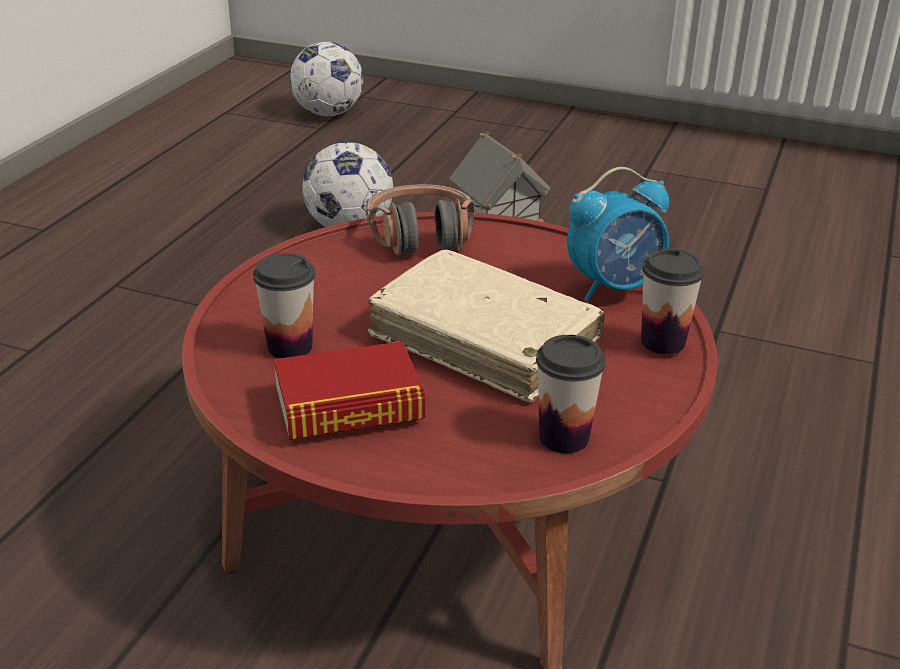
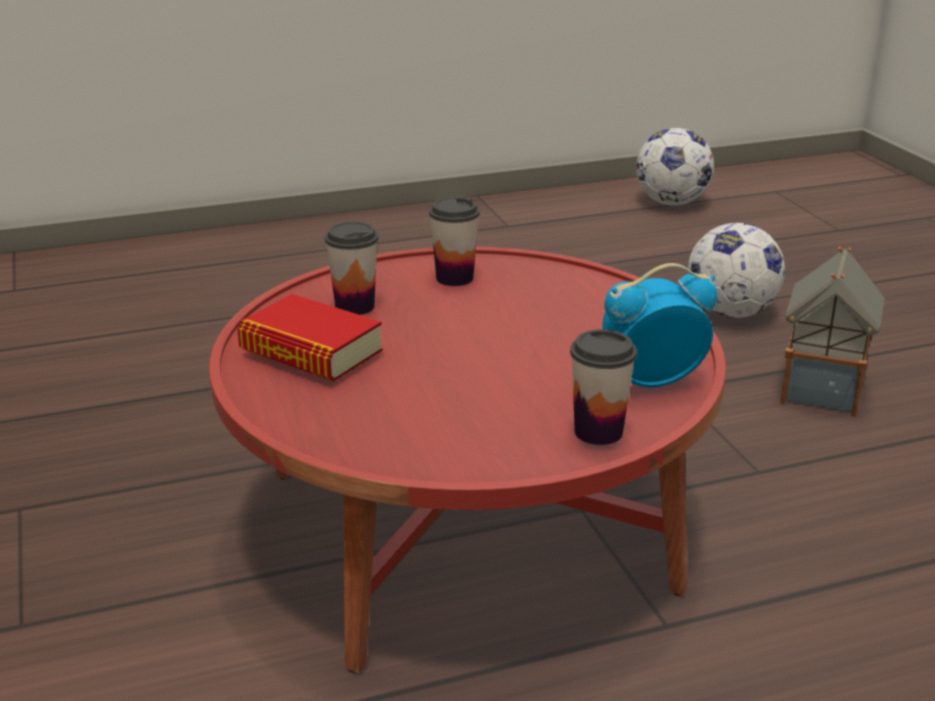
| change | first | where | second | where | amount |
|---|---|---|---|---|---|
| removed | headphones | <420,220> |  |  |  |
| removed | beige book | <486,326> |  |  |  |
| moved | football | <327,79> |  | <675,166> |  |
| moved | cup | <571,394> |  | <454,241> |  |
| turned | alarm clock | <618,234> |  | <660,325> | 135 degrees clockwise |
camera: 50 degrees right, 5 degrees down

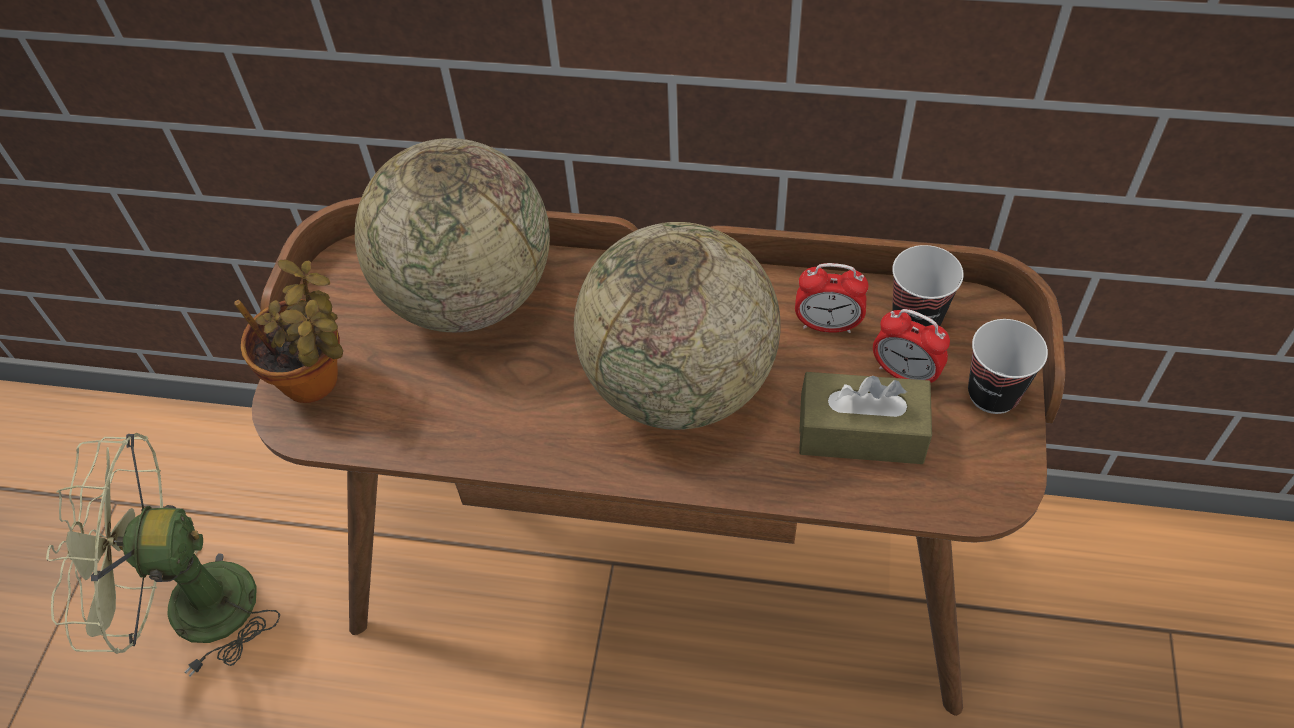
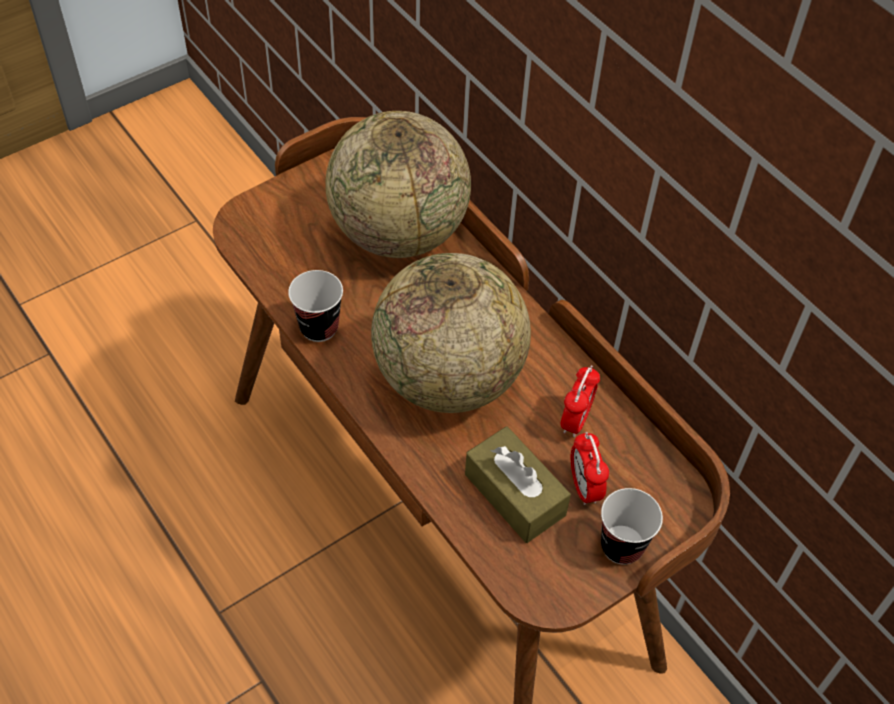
| change | first | where | second | where | amount |
|---|---|---|---|---|---|
| removed | green fan | <163,555> |  |  |  |
| removed | potted plant | <289,331> |  |  |  |
| moved | cup | <928,285> |  | <315,306> |  |
| turned | alarm clock | <831,298> |  | <580,401> | 120 degrees counterclockwise |
camera: 40 degrees right, 0 degrees up

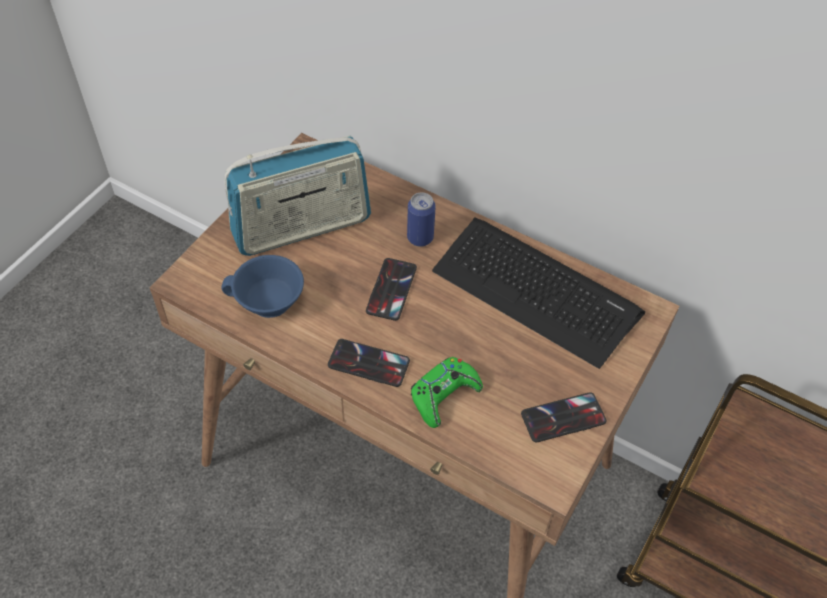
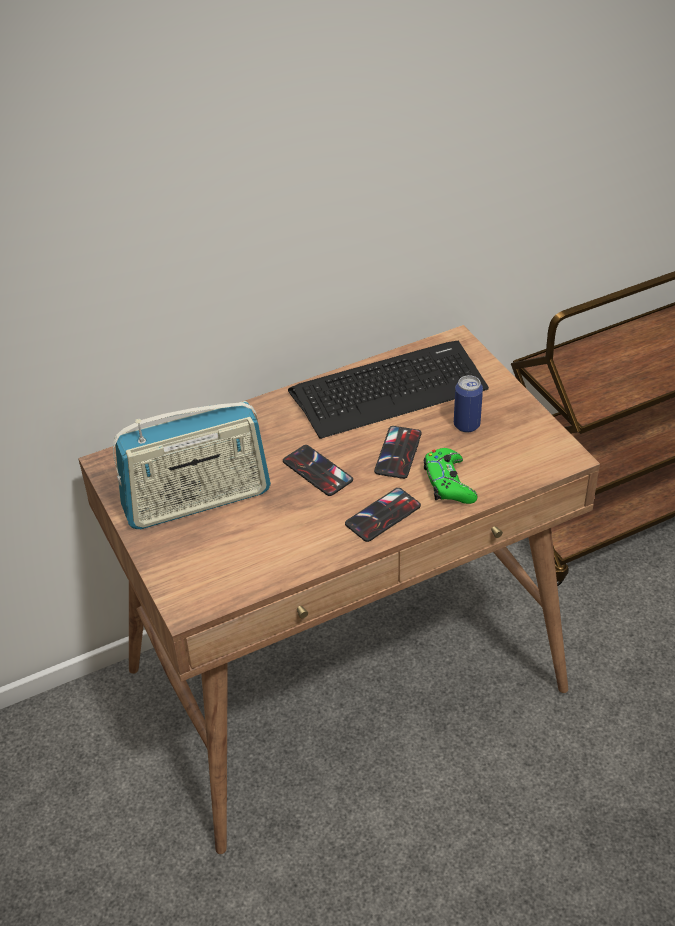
| change | first | where | second | where | amount |
|---|---|---|---|---|---|
| removed | blue cup | <262,286> |  |  |  |
| moved | can | <421,219> |  | <468,404> |  |
| moved | phone | <563,417> |  | <397,452> |  |
| turned | radio | <297,196> |  | <192,465> | 60 degrees clockwise |
camera: 55 degrees left, 10 degrees down

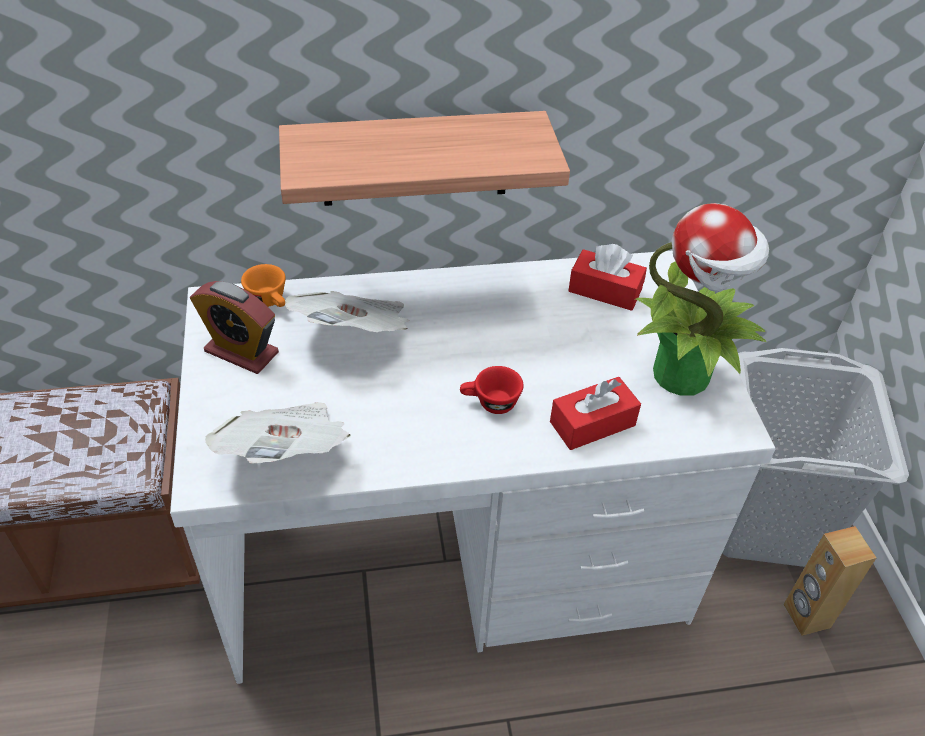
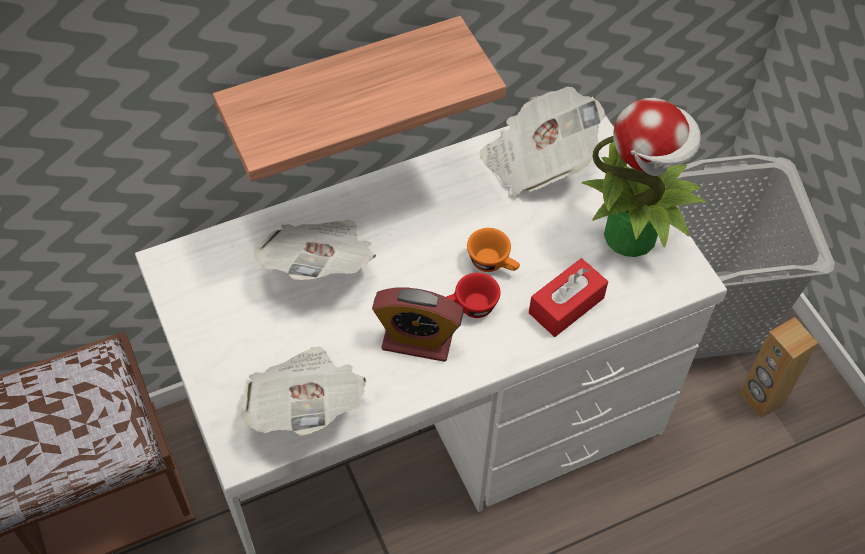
| change | first | where | second | where | amount |
|---|---|---|---|---|---|
| moved | alarm clock | <234,327> |  | <418,325> |  |
| moved | orange cup | <263,285> |  | <493,250> |  |
| replaced | red tissue box | <607,277> | newspaper | <542,141> |  |
camera: 15 degrees left, 10 degrees up

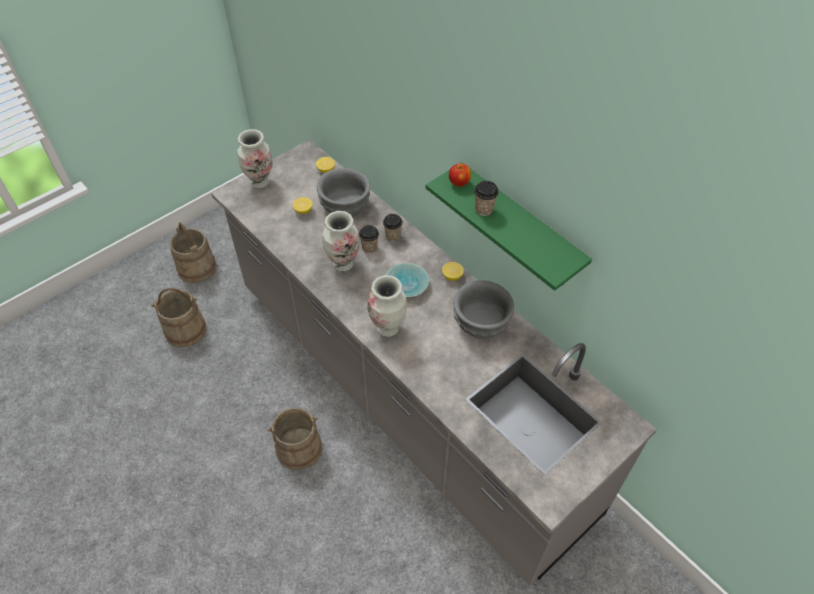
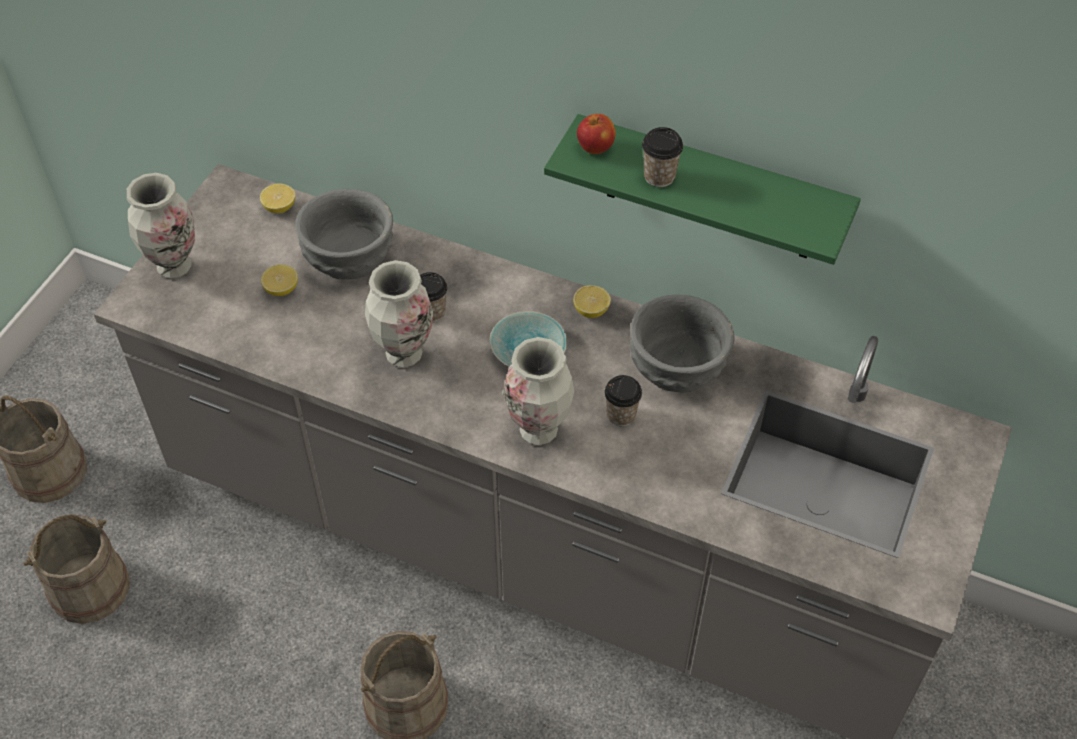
| change | first | where | second | where | amount |
|---|---|---|---|---|---|
| moved | cup | <393,228> |  | <623,400> |  |
camera: 25 degrees left, 0 degrees up

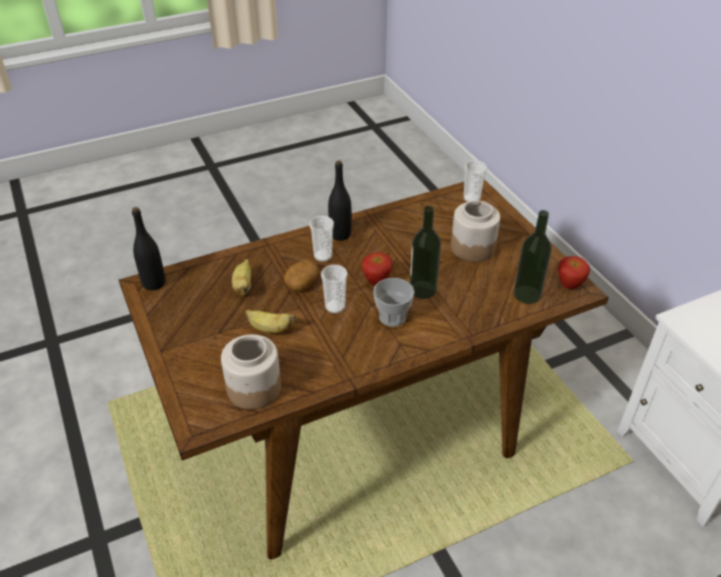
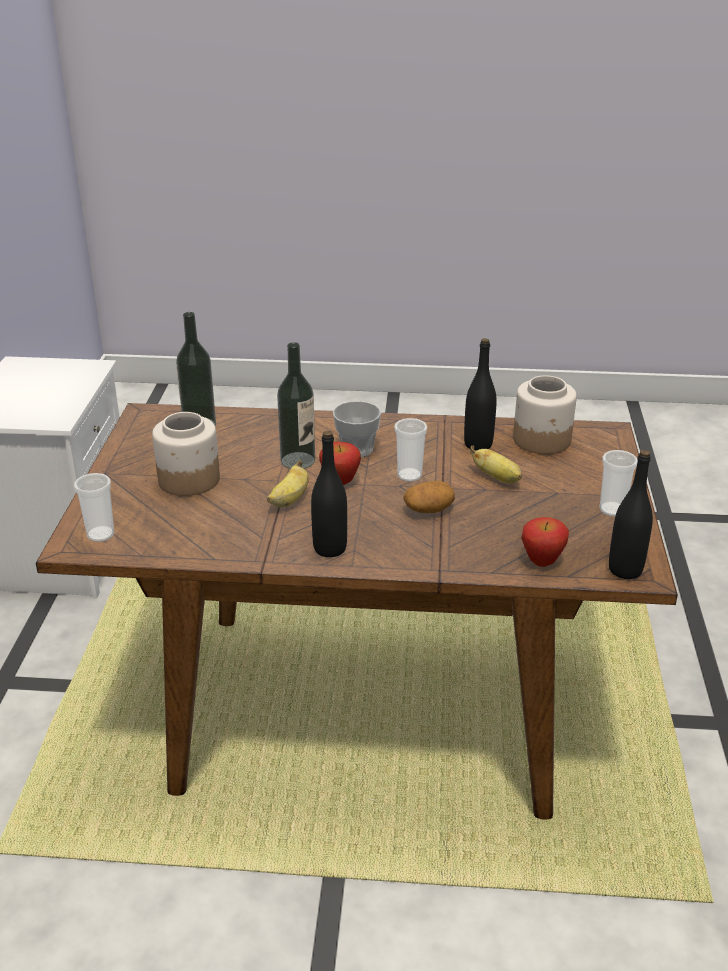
| change | first | where | second | where | amount |
|---|---|---|---|---|---|
| added |  |  | black bottle | <480,394> |  |
| moved | banana | <241,277> |  | <288,483> |  |
| moved | cup | <321,239> |  | <618,483> |  |
| moved | apple | <574,272> |  | <545,542> |  |
camera: 150 degrees left, 10 degrees down

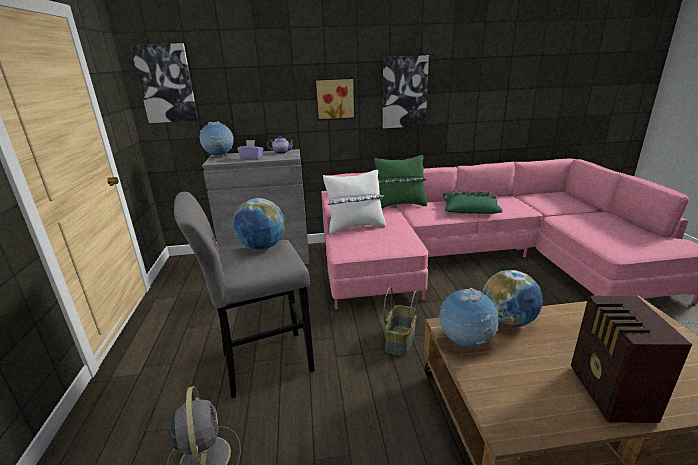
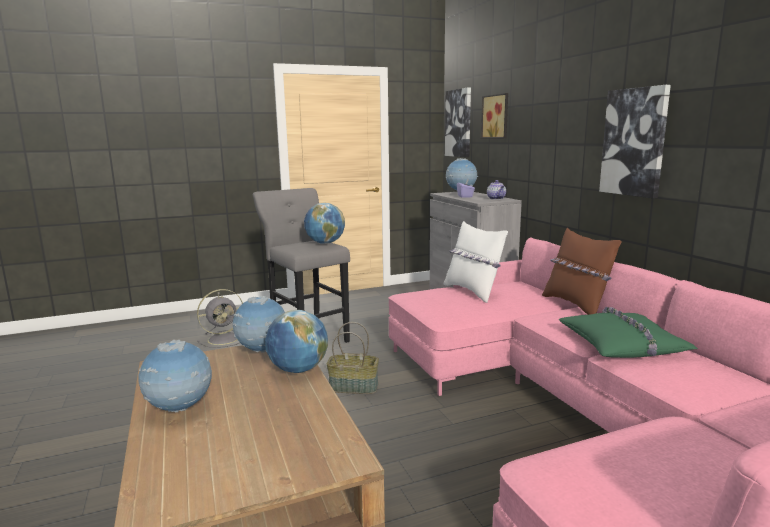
| change | first | where | second | where | amount |
|---|---|---|---|---|---|
| moved | picture | <335,99> |  | <494,116> |  |
| replaced | radio | <631,359> | globe | <175,376> |  |
| recoloured | green pillow | <400,181> | brown pillow | <582,271> |  |
camera: 75 degrees right, 10 degrees down

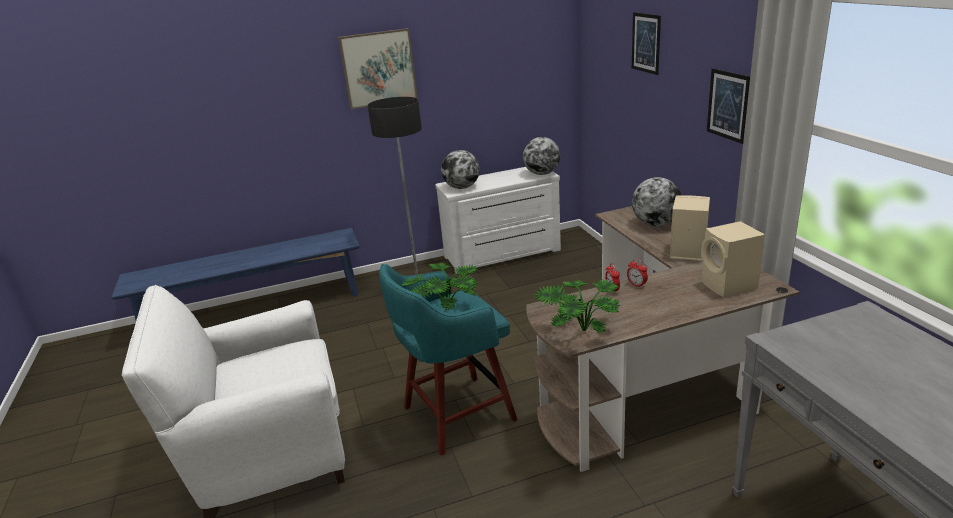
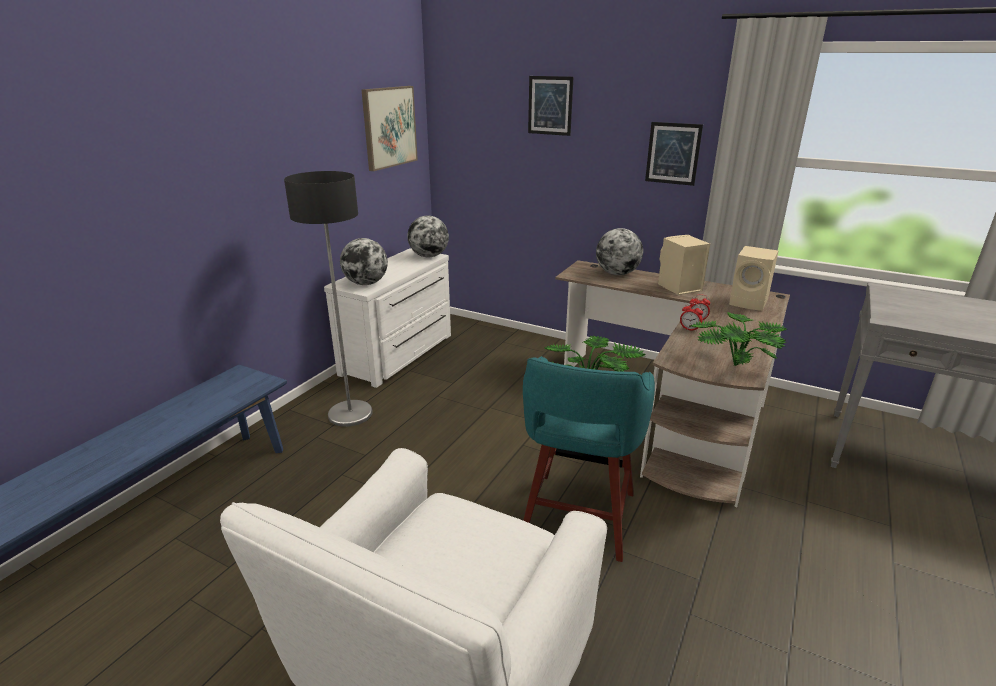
| change | first | where | second | where | amount |
|---|---|---|---|---|---|
| moved | picture | <378,68> |  | <390,128> |  |
camera: 45 degrees left, 0 degrees up

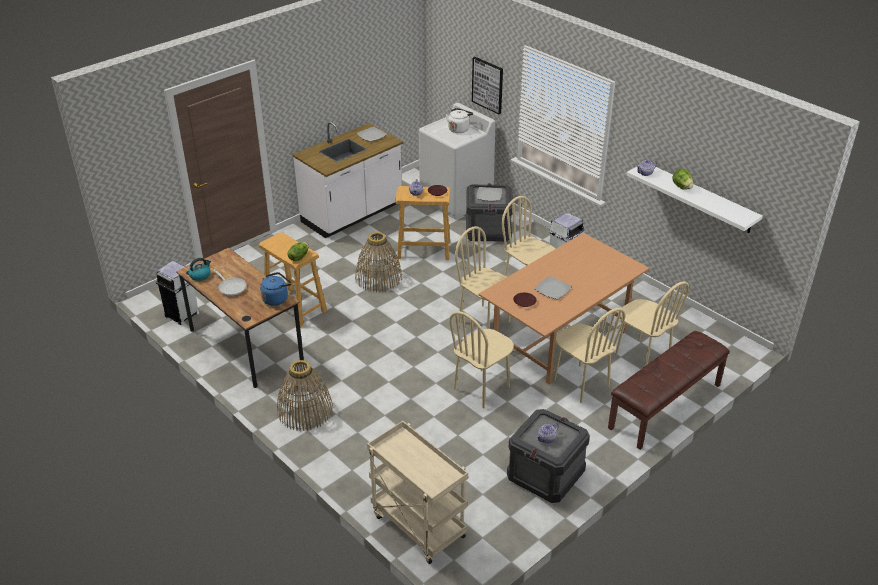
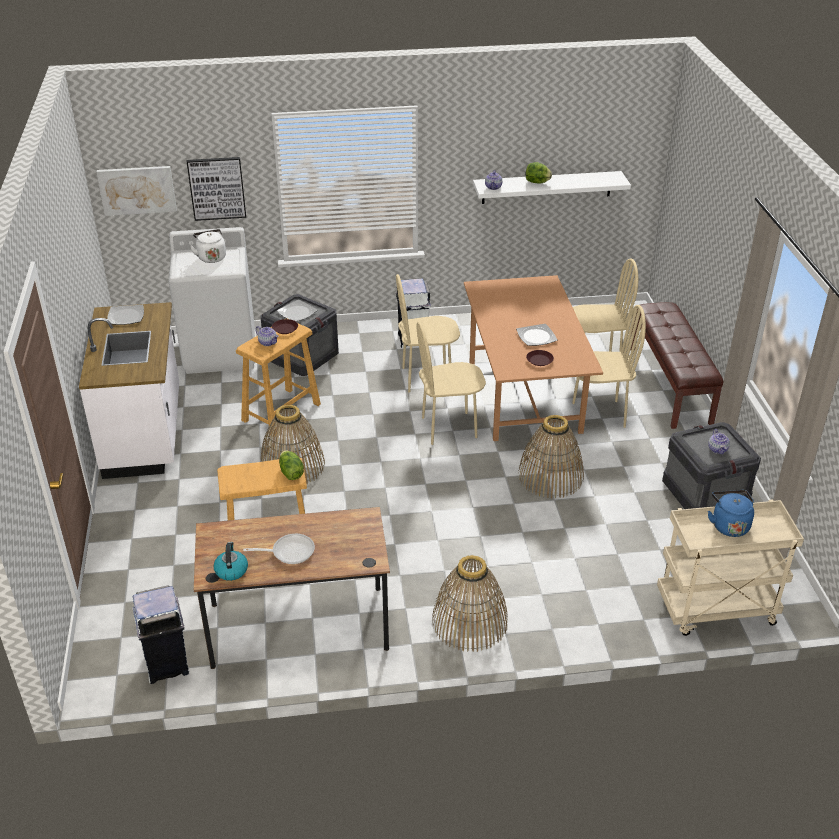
| change | first | where | second | where | amount |
|---|---|---|---|---|---|
| added |  |  | picture | <137,191> |  |
| moved | blue kettle | <276,289> |  | <731,513> |  |
| replaced | beige chair | <481,360> | basket | <551,457> |  |
camera: 55 degrees left, 0 degrees up

